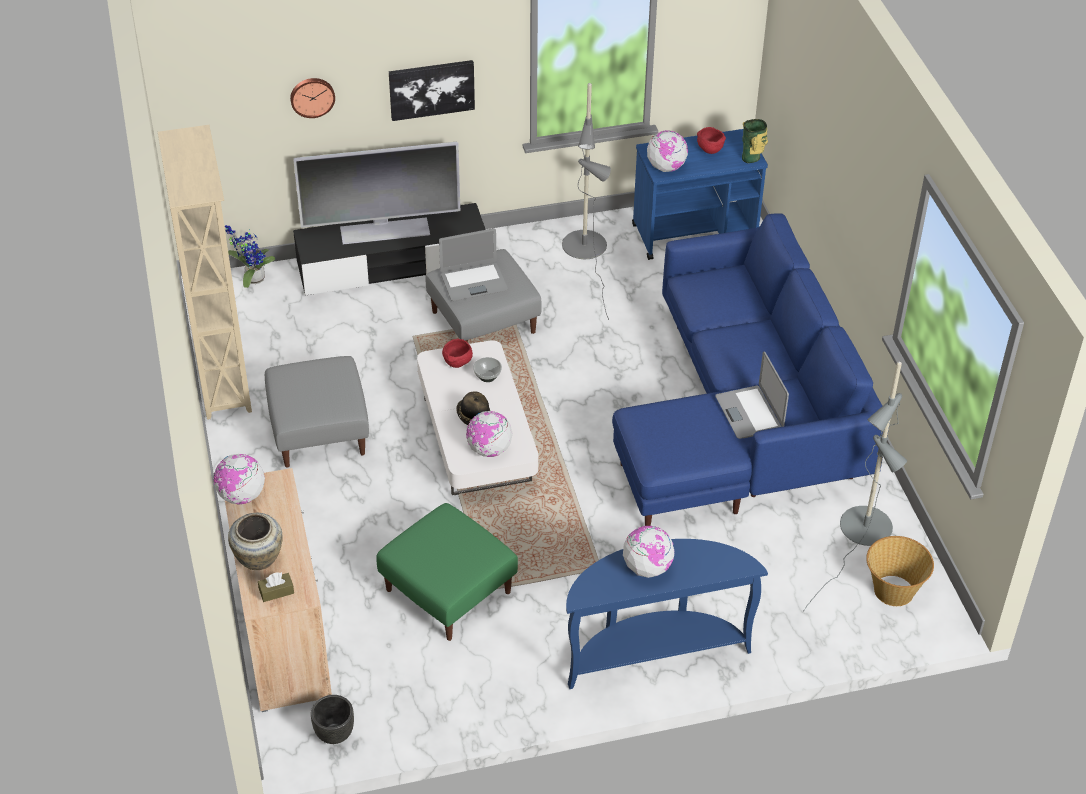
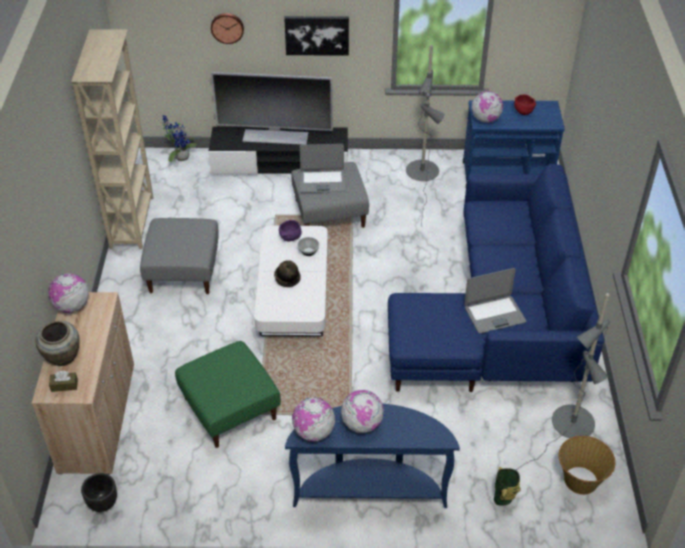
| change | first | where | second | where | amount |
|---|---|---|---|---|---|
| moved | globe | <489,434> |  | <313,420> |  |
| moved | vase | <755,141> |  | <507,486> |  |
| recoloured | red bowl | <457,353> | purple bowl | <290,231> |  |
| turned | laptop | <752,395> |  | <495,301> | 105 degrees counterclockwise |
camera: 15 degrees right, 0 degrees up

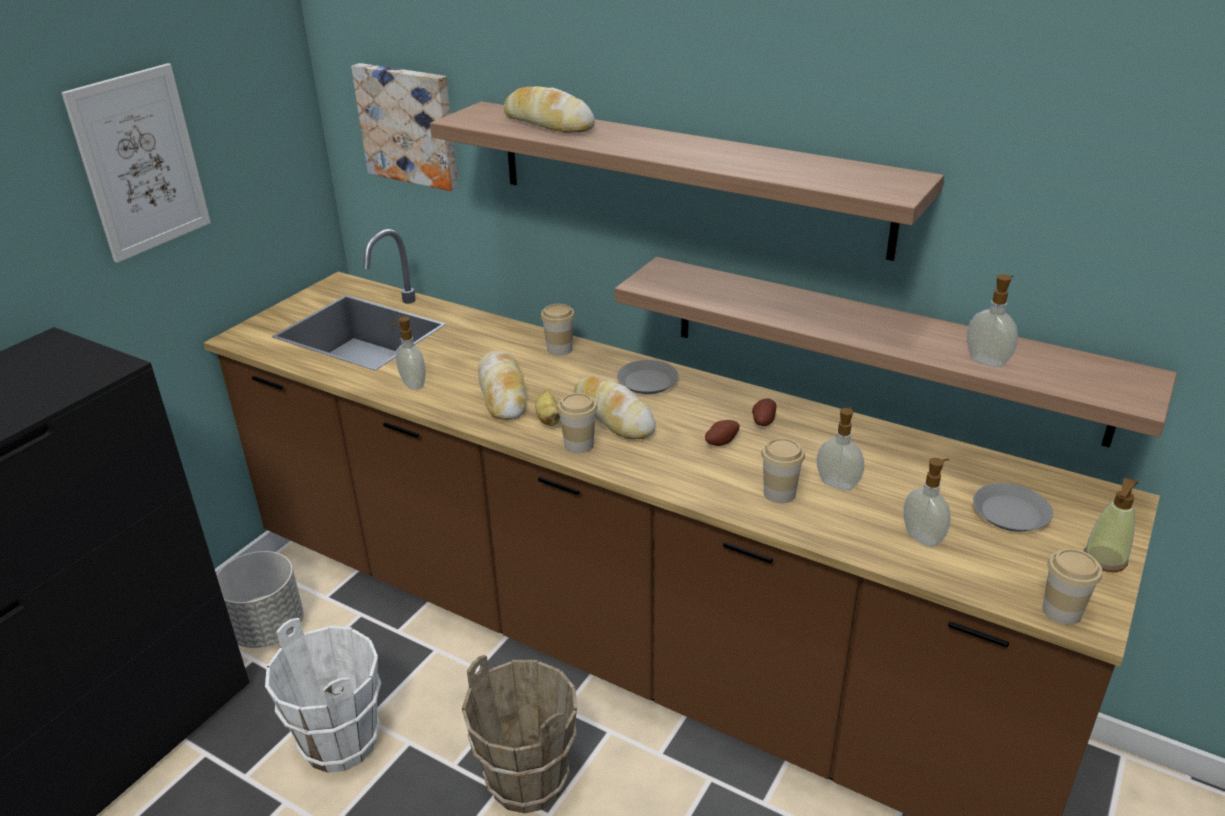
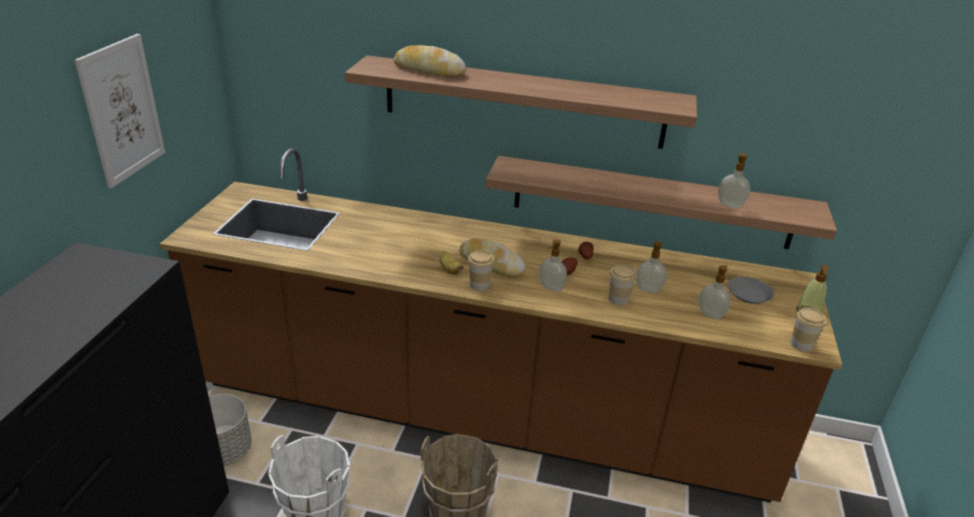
| change | first | where | second | where | amount |
|---|---|---|---|---|---|
| removed | picture | <404,127> |  |  |  |
| removed | bread | <502,385> |  |  |  |
| removed | cup | <558,330> |  |  |  |
| removed | grey plate | <648,377> |  |  |  |
| moved | soap dispenser | <408,353> |  | <553,265> |  |
camera: 20 degrees left, 0 degrees up

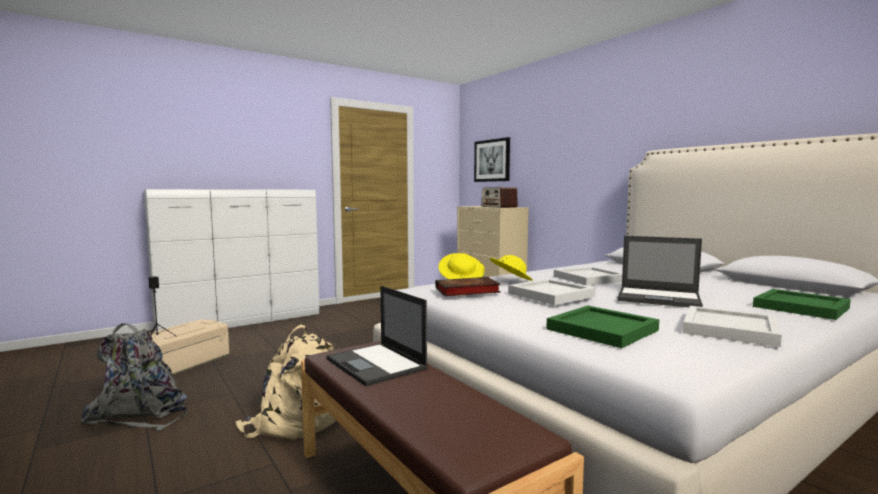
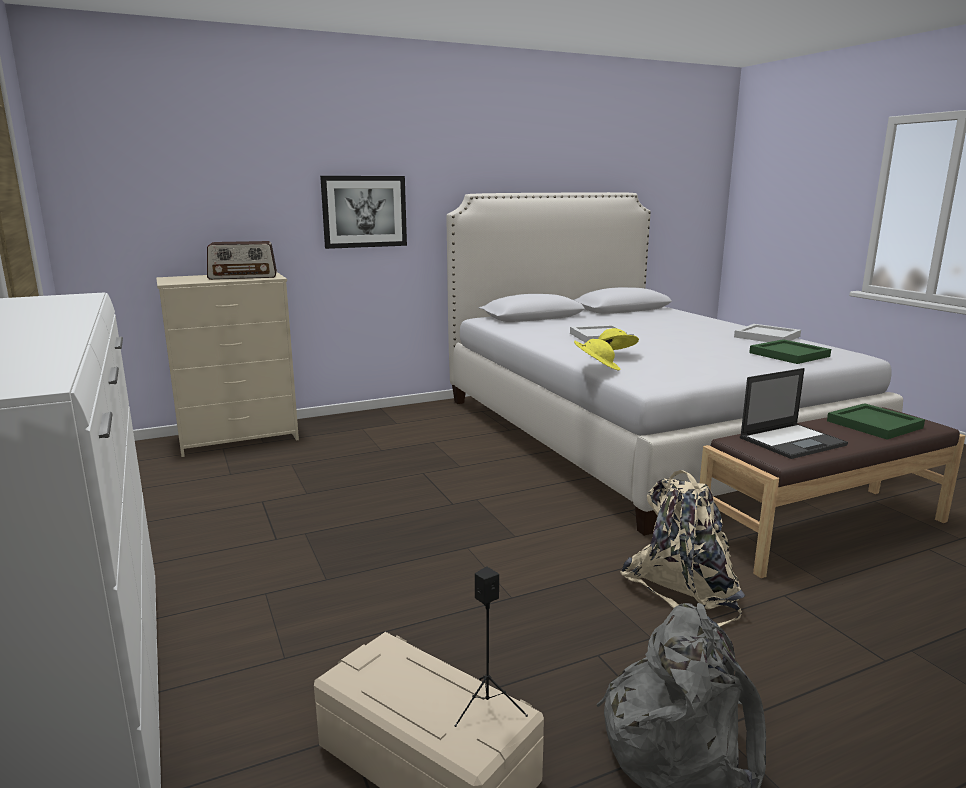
| change | first | where | second | where | amount |
|---|---|---|---|---|---|
| removed | book | <468,287> |  |  |  |
| removed | white tray | <552,292> |  |  |  |
| removed | laptop | <660,271> |  |  |  |
| moved | picture | <492,159> |  | <363,212> |  |
| moved | green tray | <802,304> |  | <876,421> |  |
camera: 80 degrees left, 10 degrees up

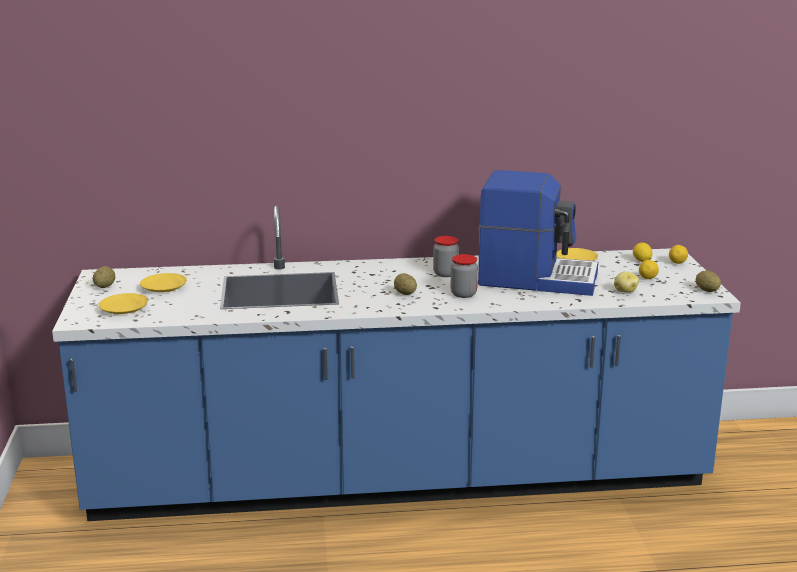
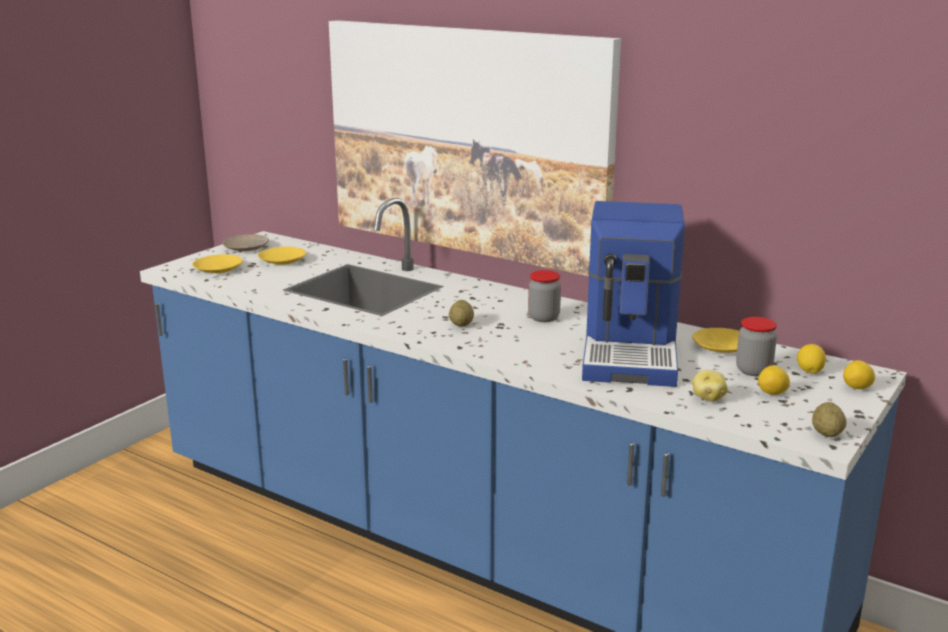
| change | first | where | second | where | amount |
|---|---|---|---|---|---|
| added |  |  | picture | <475,148> |  |
| moved | jar | <464,276> |  | <756,346> |  |
| replaced | potato | <104,277> | beige plate | <246,242> |  |
| turned | coffee machine | <538,233> |  | <633,294> | 45 degrees clockwise |
camera: 40 degrees right, 0 degrees up

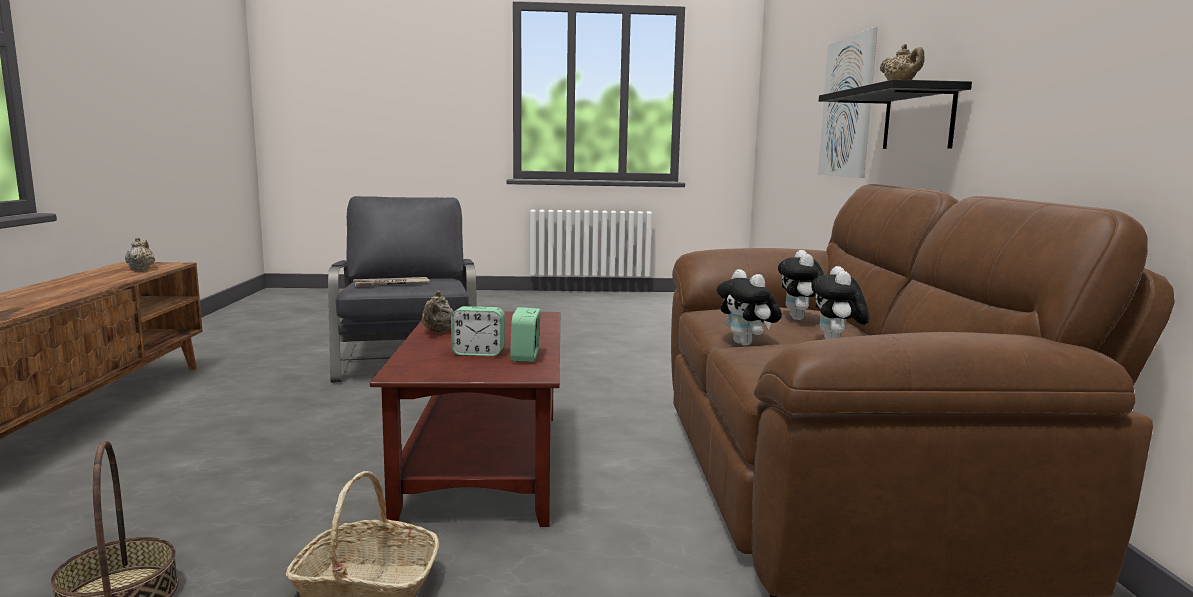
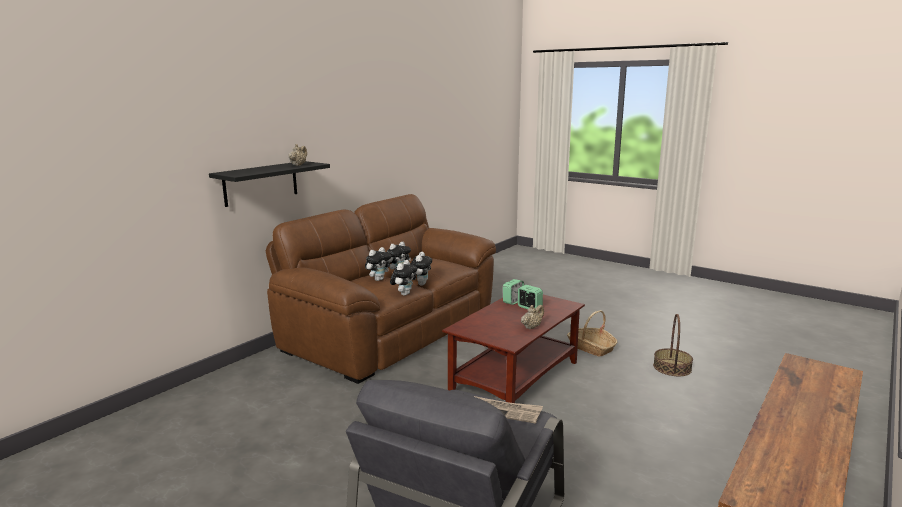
| change | first | where | second | where | amount |
|---|---|---|---|---|---|
| removed | beige teapot | <140,253> |  |  |  |
| removed | picture | <848,102> |  |  |  |
| added |  |  | plush toy | <403,278> |  |
camera: 140 degrees left, 5 degrees up

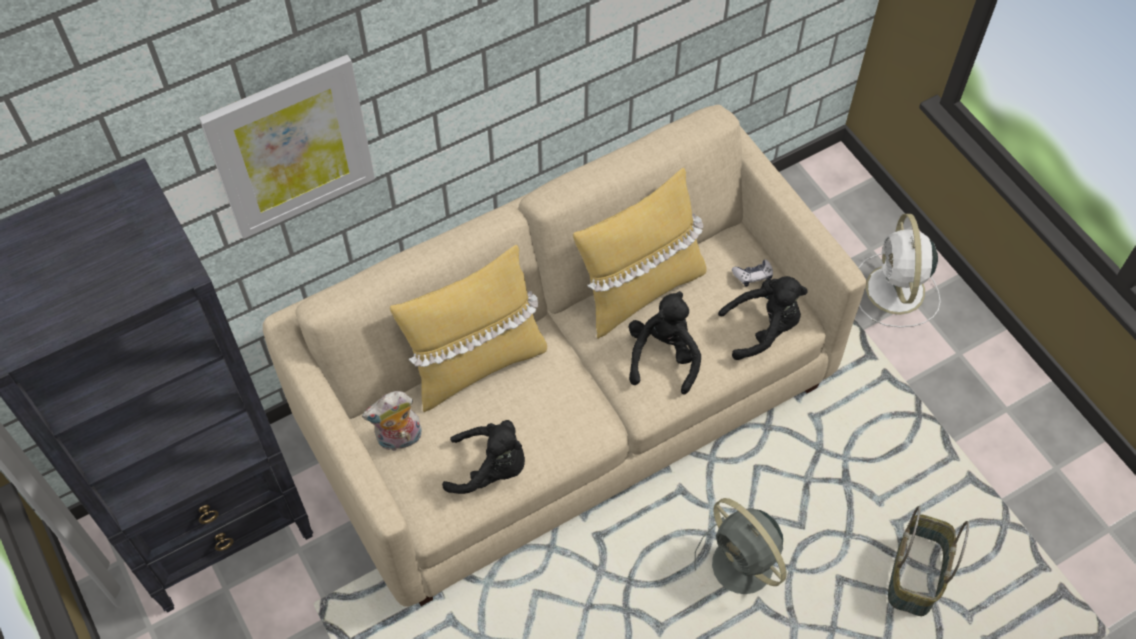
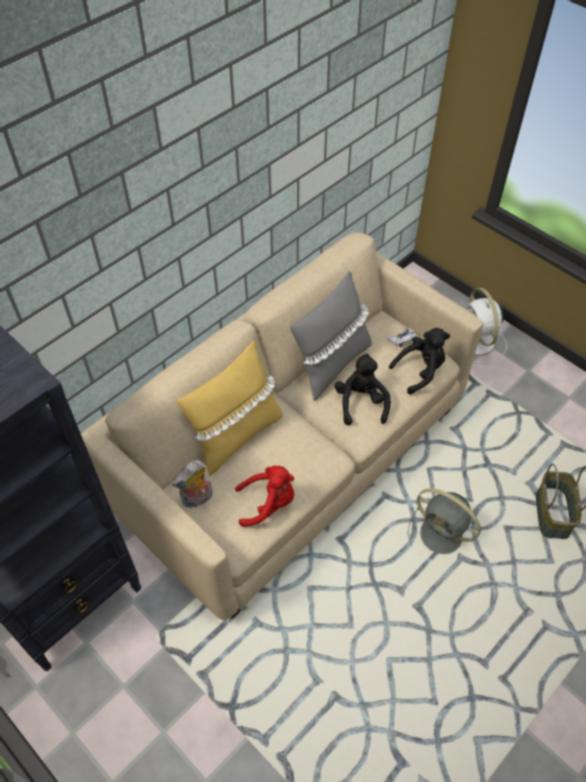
| change | first | where | second | where | amount |
|---|---|---|---|---|---|
| removed | picture | <287,147> |  |  |  |
| recoloured | black plush toy | <483,457> | red plush toy | <264,496> |  |
| recoloured | yellow pillow | <640,253> | grey pillow | <331,336> |  |
camera: 15 degrees left, 5 degrees down

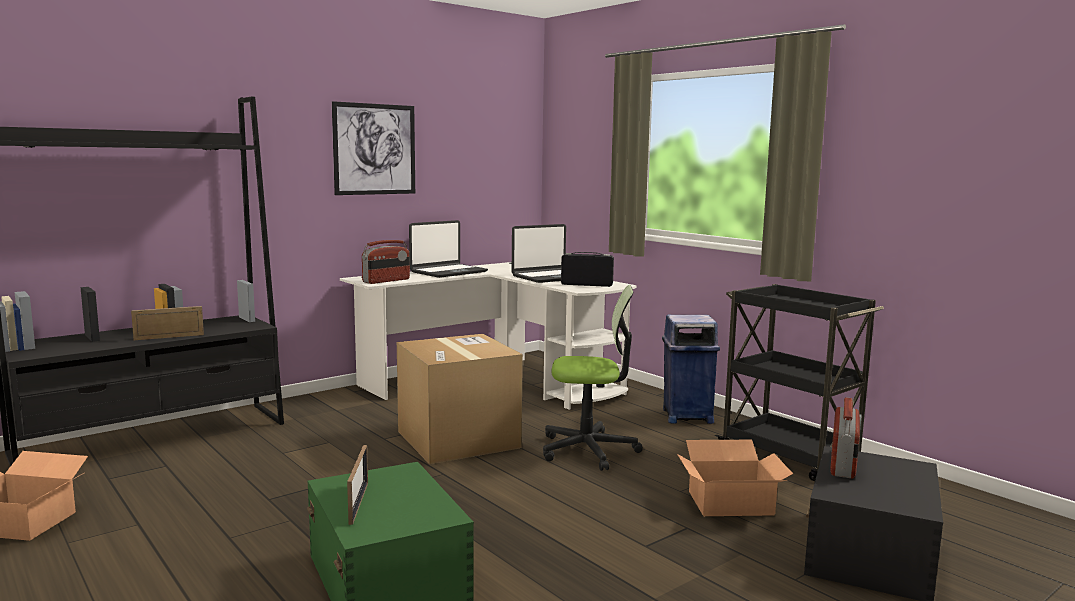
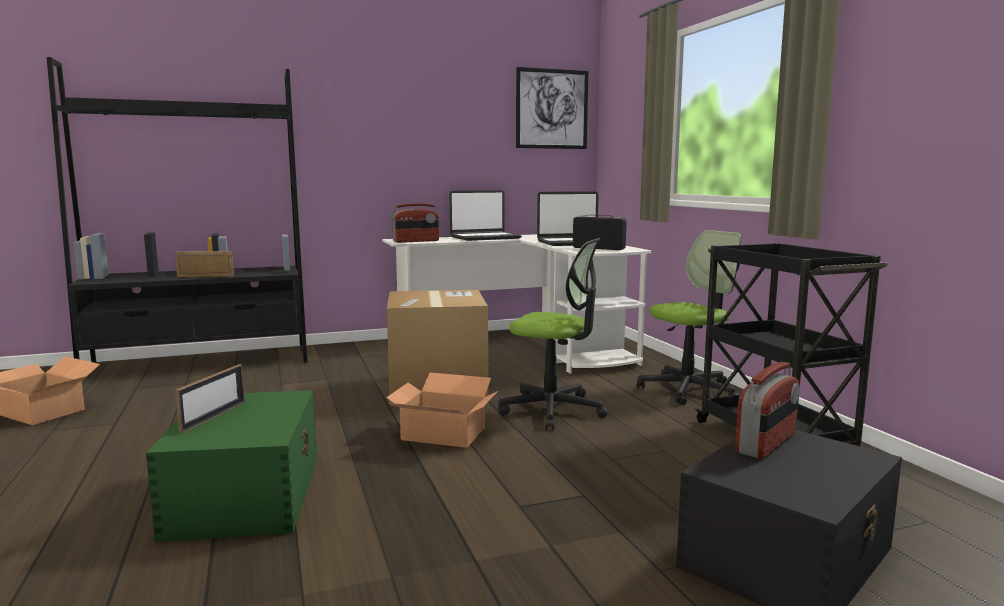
| change | first | where | second | where | amount |
|---|---|---|---|---|---|
| moved | picture | <373,148> |  | <552,108> |  |
| moved | cardboard box | <735,478> |  | <442,410> |  |
| replaced | blue trash can | <691,369> | office chair | <689,317> |  |
camera: 20 degrees right, 0 degrees up

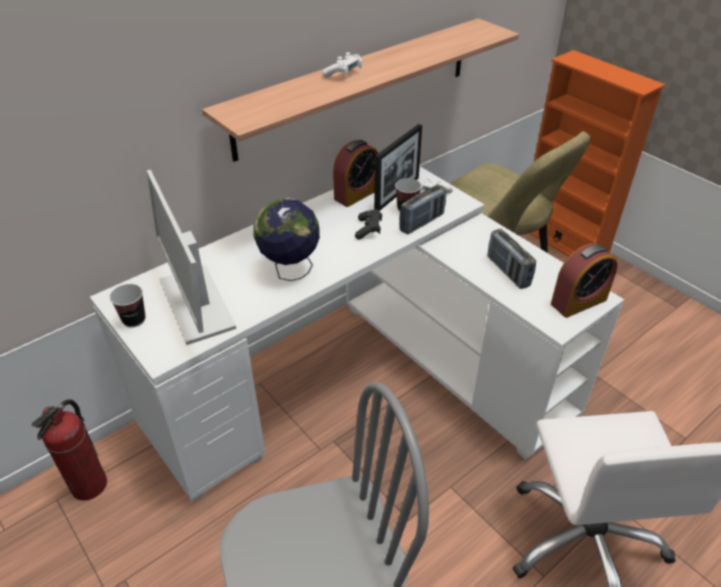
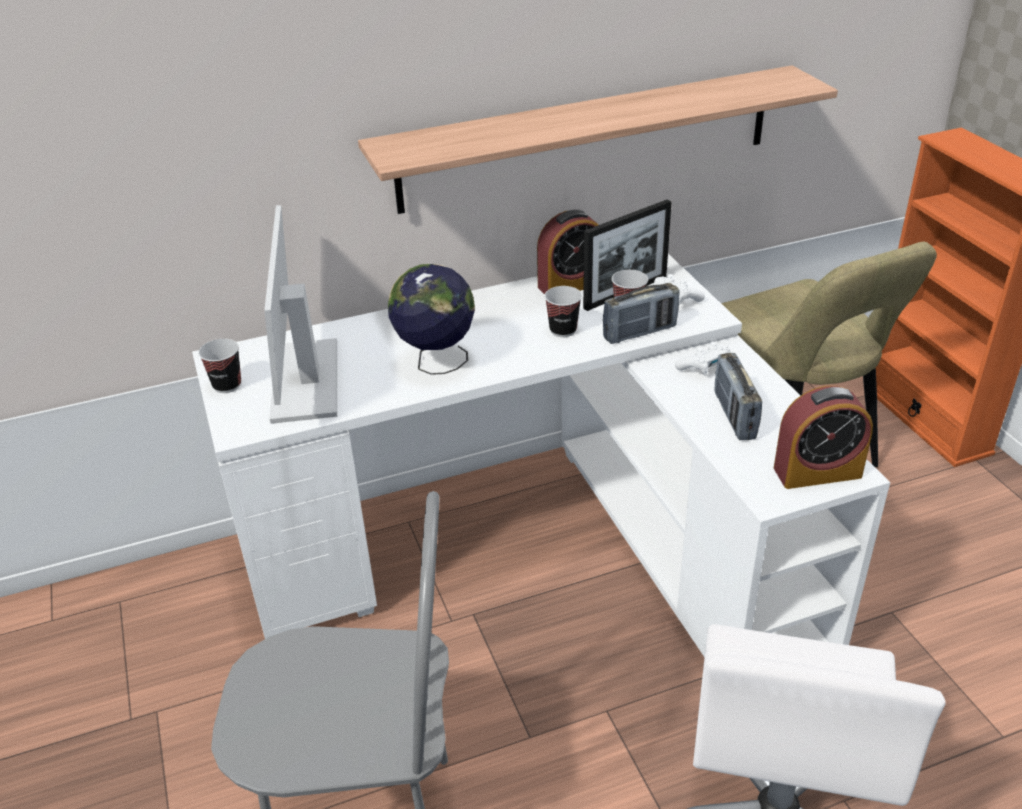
| change | first | where | second | where | amount |
|---|---|---|---|---|---|
| removed | fire extinguisher | <69,450> |  |  |  |
| moved | white game controller | <342,65> |  | <703,359> |  |
| replaced | black game controller | <368,224> | cup | <563,311> |  |
camera: 20 degrees right, 5 degrees down

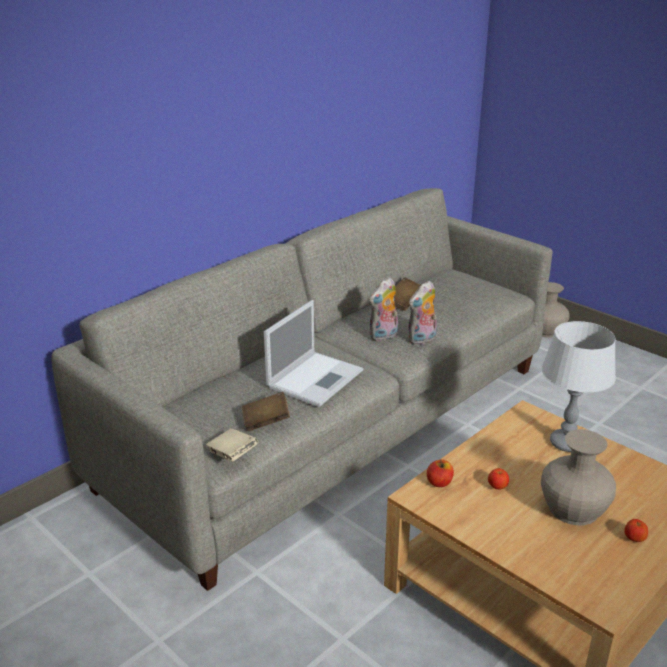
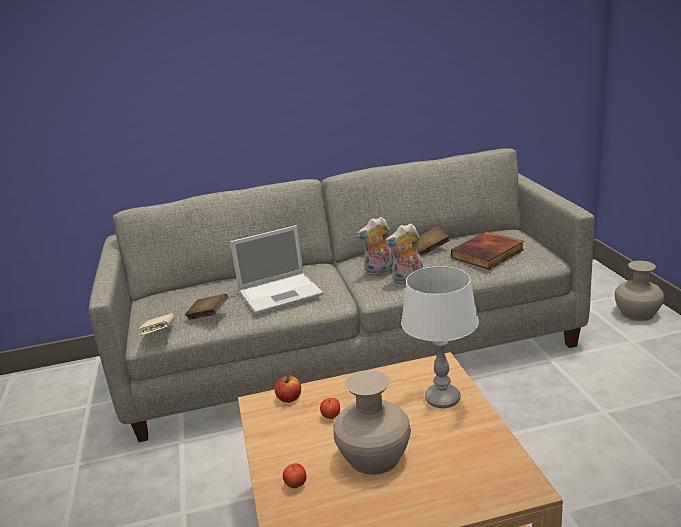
| change | first | where | second | where | amount |
|---|---|---|---|---|---|
| added |  |  | book | <487,251> |  |
| moved | apple | <636,530> |  | <295,475> |  |
camera: 35 degrees right, 5 degrees down

